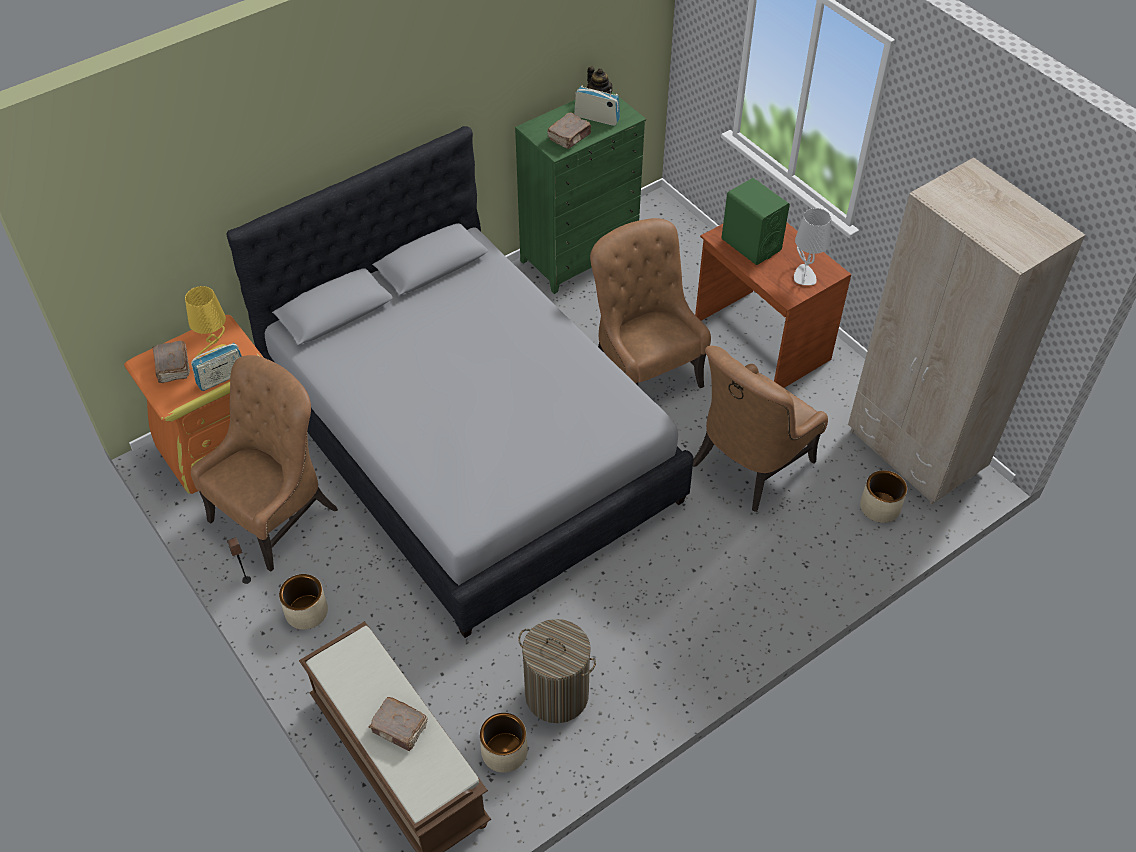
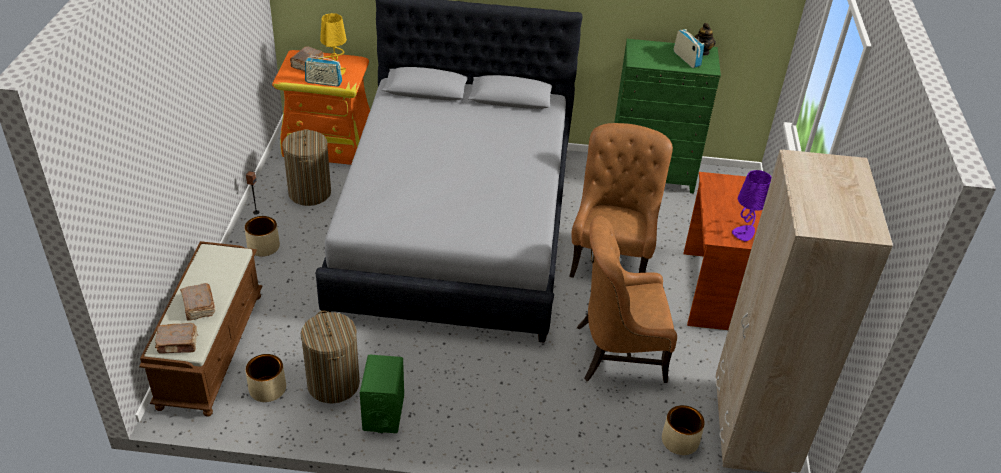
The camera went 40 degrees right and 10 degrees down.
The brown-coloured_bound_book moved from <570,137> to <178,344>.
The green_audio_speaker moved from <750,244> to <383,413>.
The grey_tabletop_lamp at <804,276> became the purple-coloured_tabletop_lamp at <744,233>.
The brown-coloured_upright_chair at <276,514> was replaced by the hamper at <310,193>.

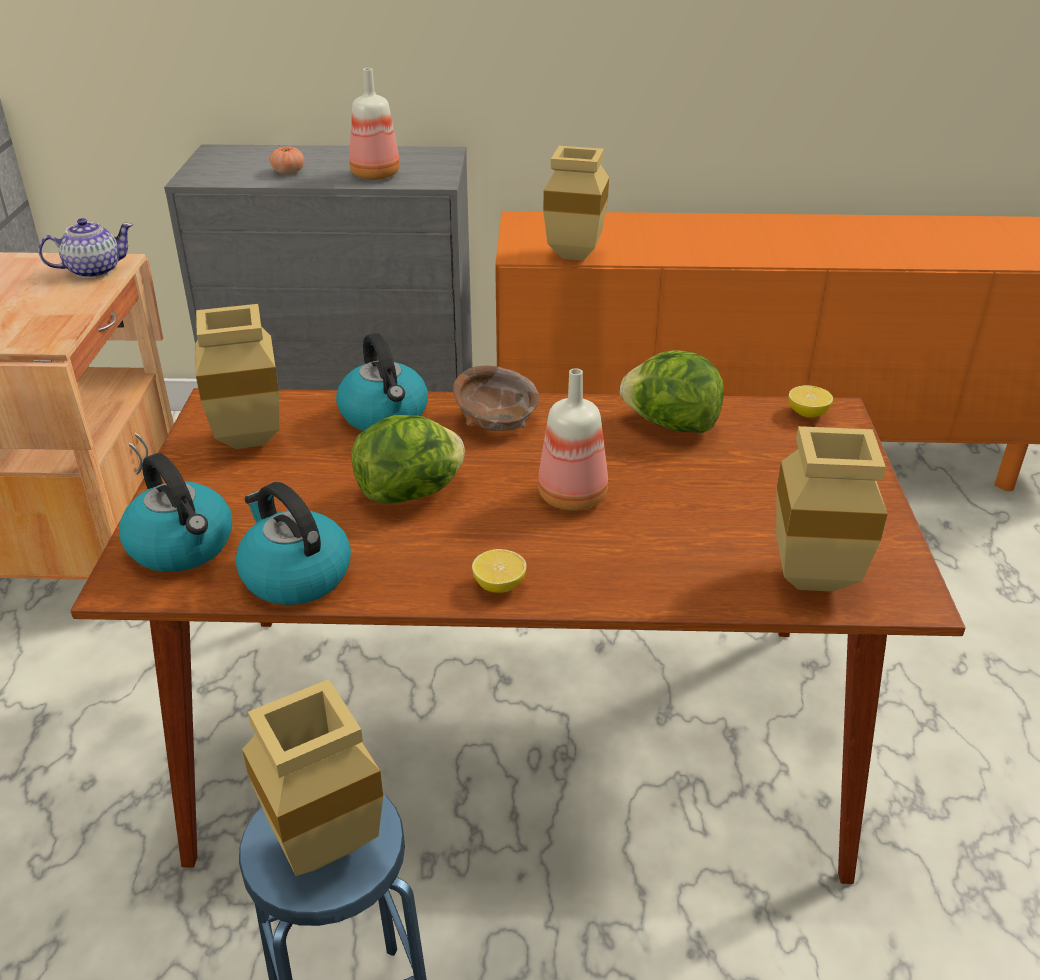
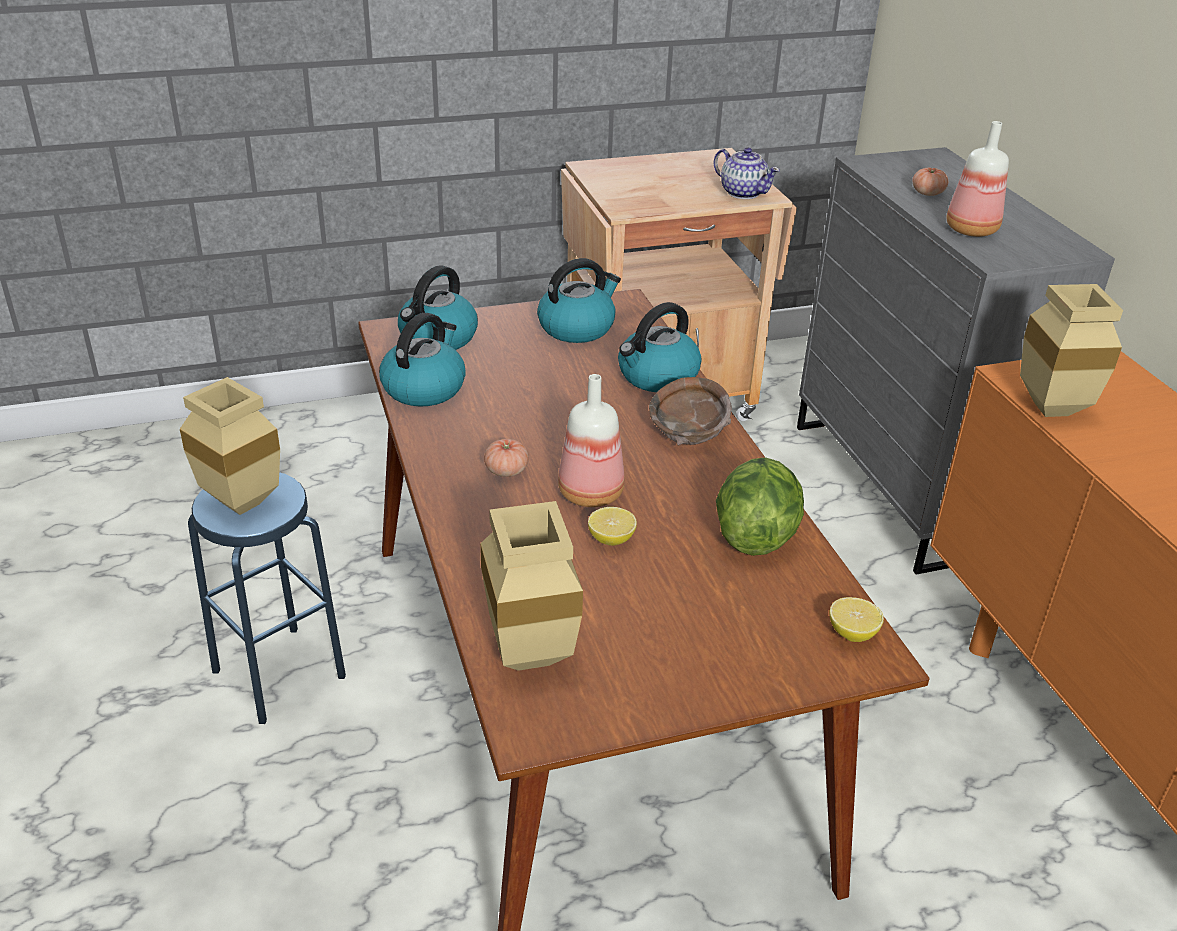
The camera went 70 degrees right and 0 degrees up.
The beige_flower_vase at <245,442> was replaced by the tea_kettle at <577,327>.
The lettuce at <411,493> disappeared.
The lemon moved from <499,586> to <611,539>.
The tomato at <506,470> appeared.

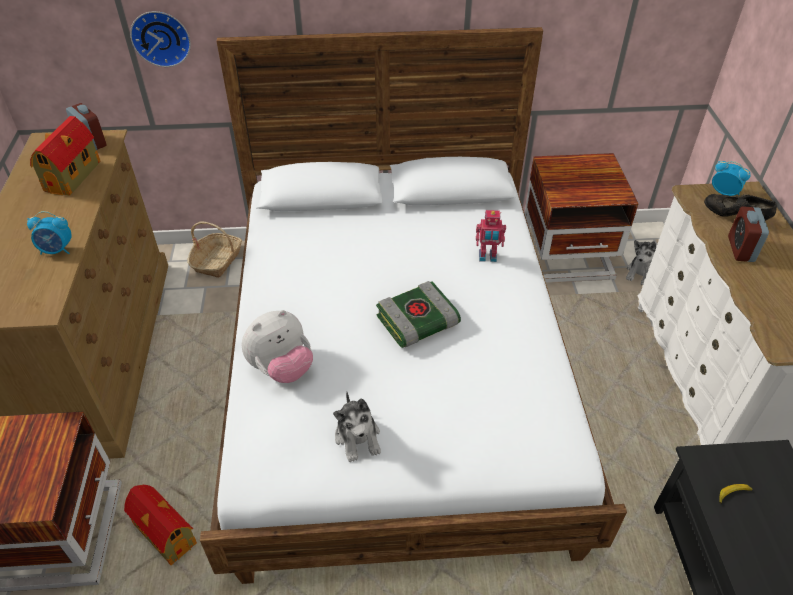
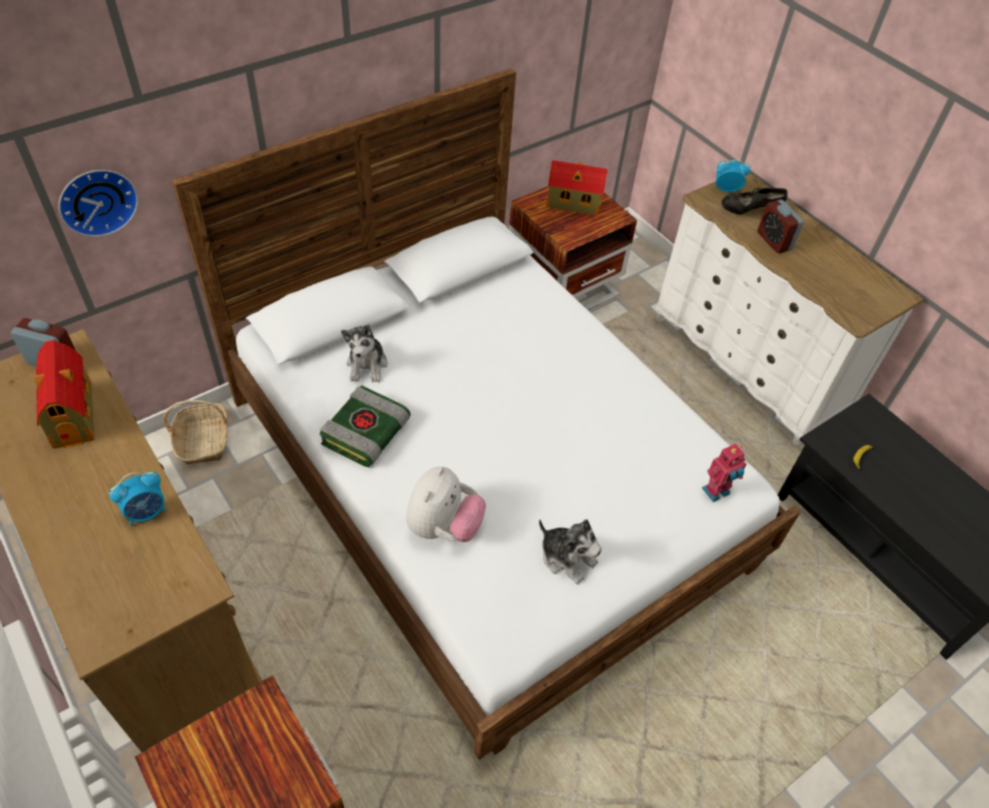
The camera went 35 degrees left and 5 degrees up.
The toy_robot moved from <487,257> to <717,492>.
The cuddly_toy moved from <641,273> to <367,365>.
The bound_book moved from <417,322> to <366,434>.
The miniature_house moved from <164,533> to <572,203>.

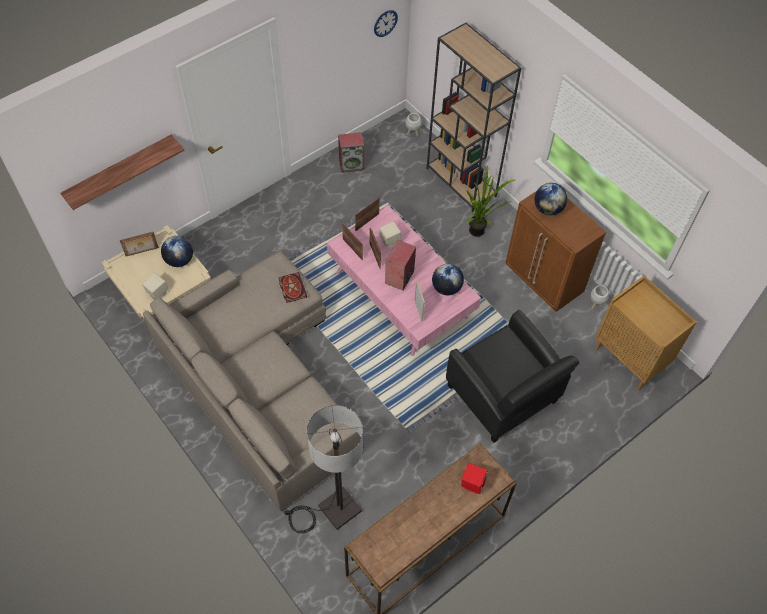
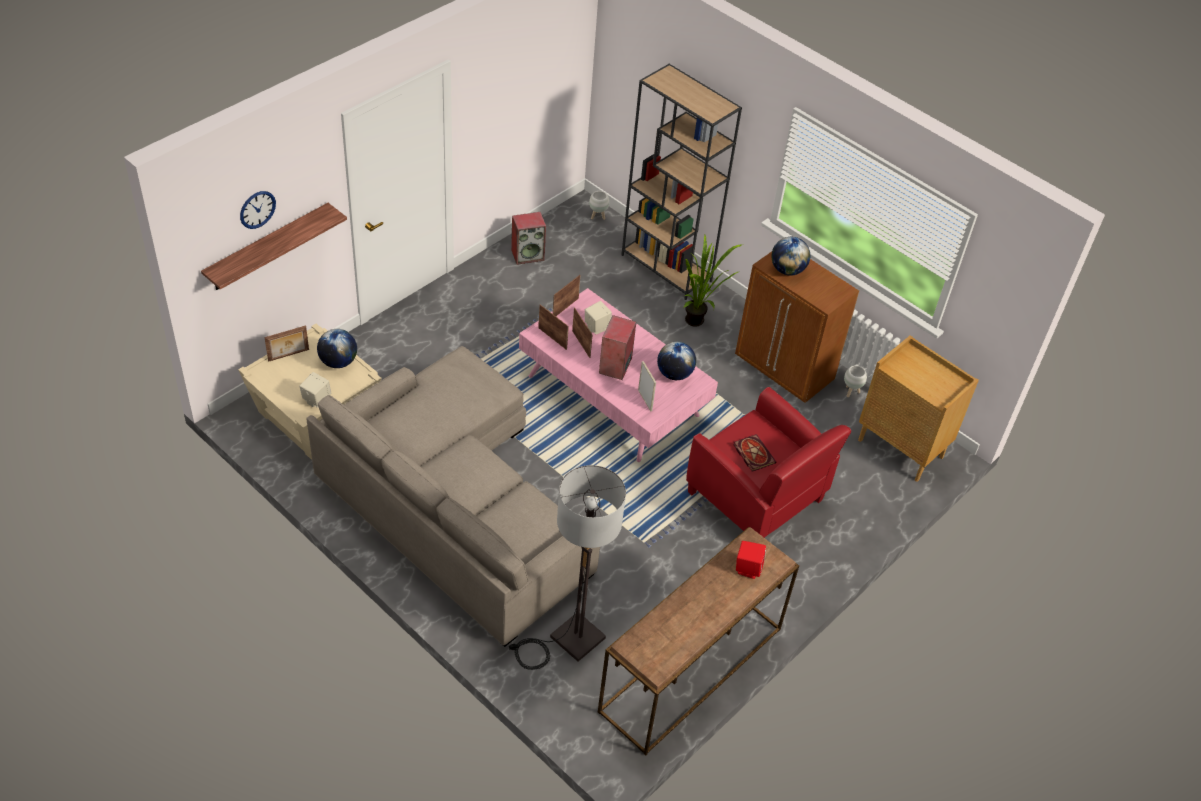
The camera went 10 degrees left and 10 degrees down.
The hanging_clock moved from <385,23> to <257,209>.
The bound_book moved from <291,287> to <752,453>.
The black_easy_chair at <502,395> became the red_easy_chair at <756,497>.

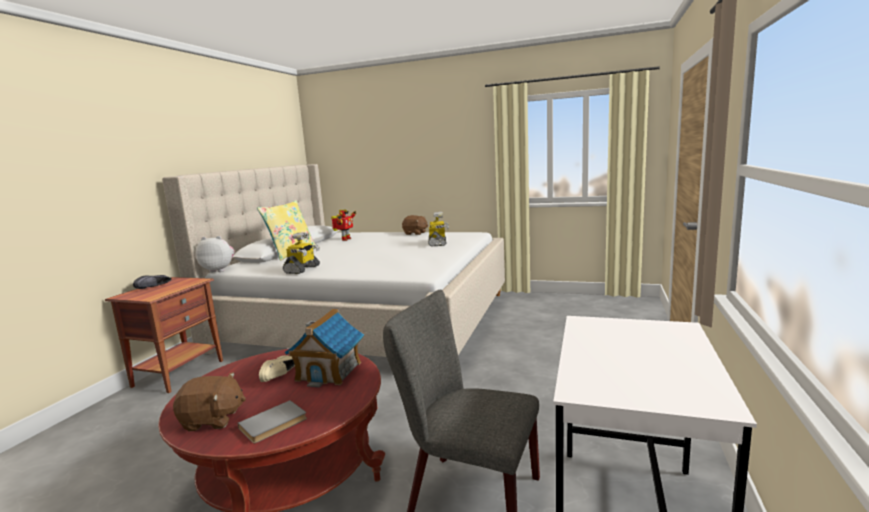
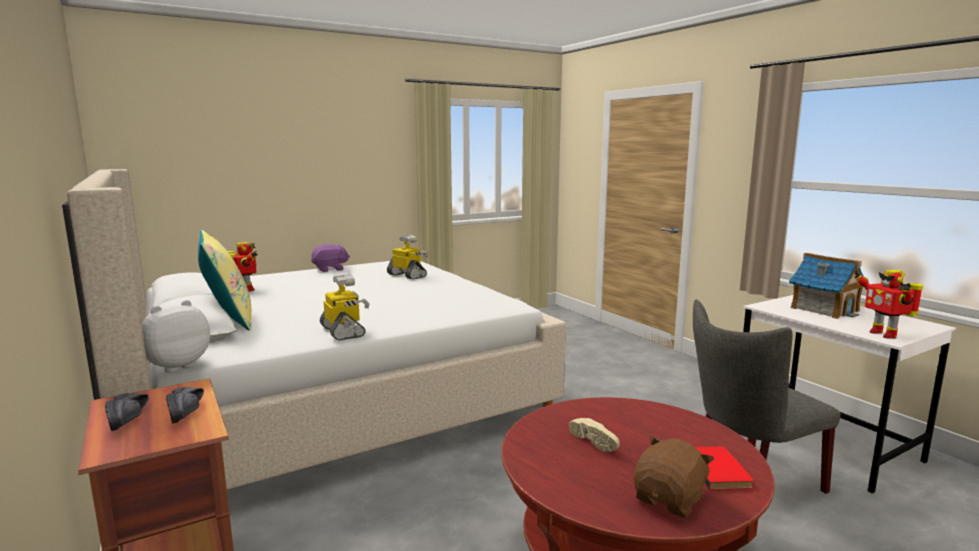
The camera went 50 degrees left and 0 degrees up.
The brown-coloured_cuddly_toy at <415,233> became the purple-coloured_cuddly_toy at <330,269>.
The miniature_house moved from <329,371> to <824,309>.
The grey_bound_book at <274,424> became the red_bound_book at <719,470>.
The toy_robot at <883,334> appeared.
The black_shoe at <188,413> appeared.

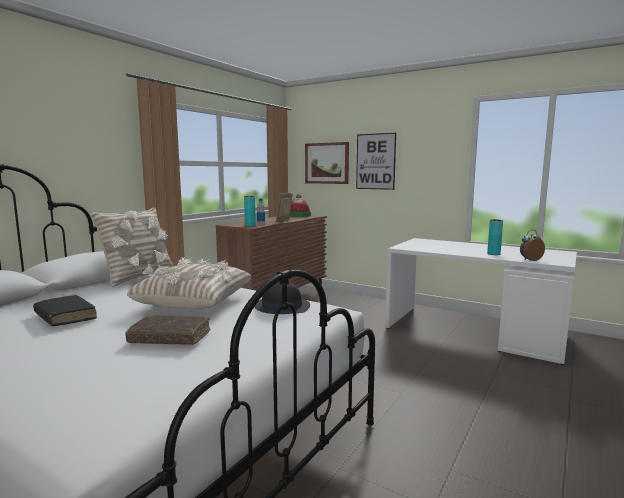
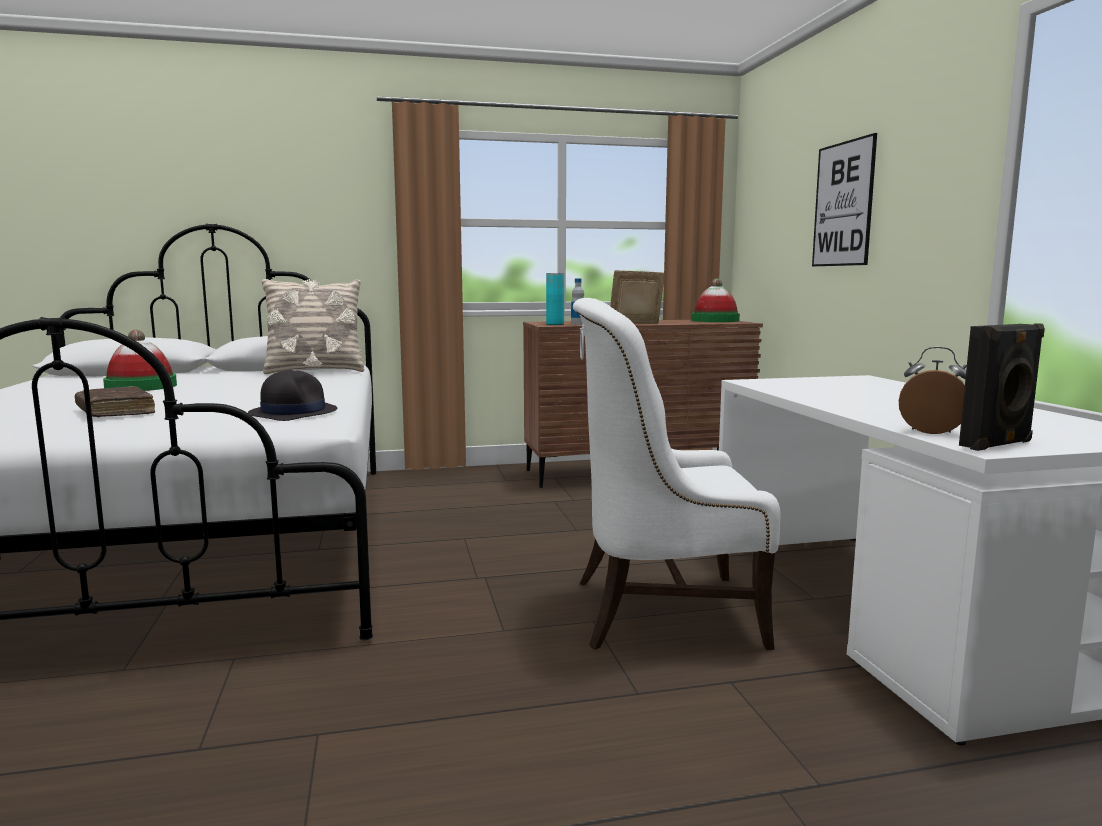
The camera went 45 degrees right and 0 degrees up.
The picture at <327,163> disappeared.
The turquoise-coloured_flower_vase at <493,254> disappeared.
The beige_cushion at <194,303> disappeared.
The black_bound_book at <65,317> was replaced by the wearable_hat at <141,386>.
The whitish_upright_chair at <662,611> appeared.
The black_audio_speaker at <997,444> appeared.

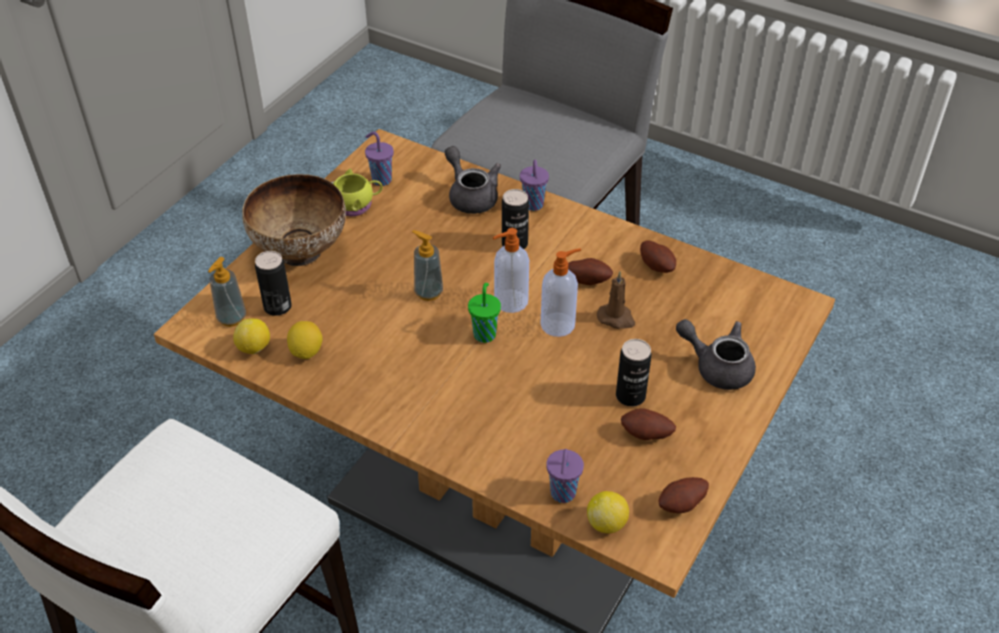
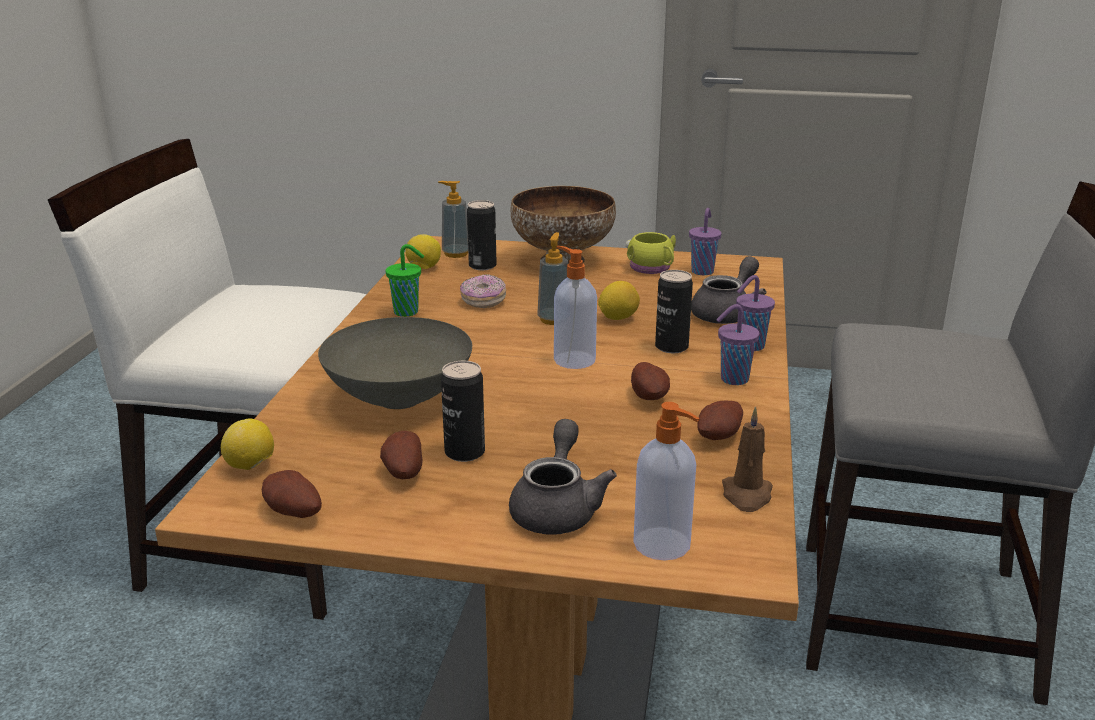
The camera went 70 degrees right and 20 degrees down.
The soap_dispenser moved from <559,324> to <663,545>.
The brown-coloured_wax_light moved from <616,318> to <747,495>.
The green_cup moved from <485,334> to <407,312>.
The lemon moved from <306,351> to <618,318>.
The purple-coloured_cup moved from <562,494> to <732,379>.
The ring_doughnut at <483,301> appeared.
The grey_bowl at <397,399> appeared.

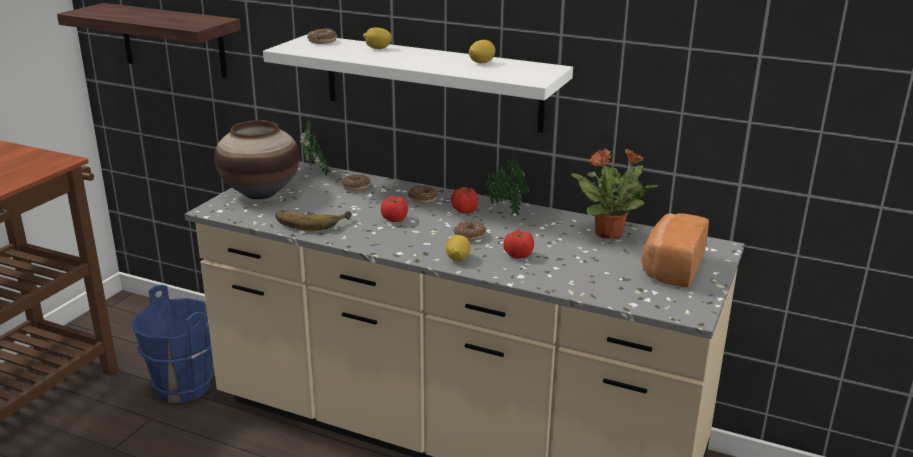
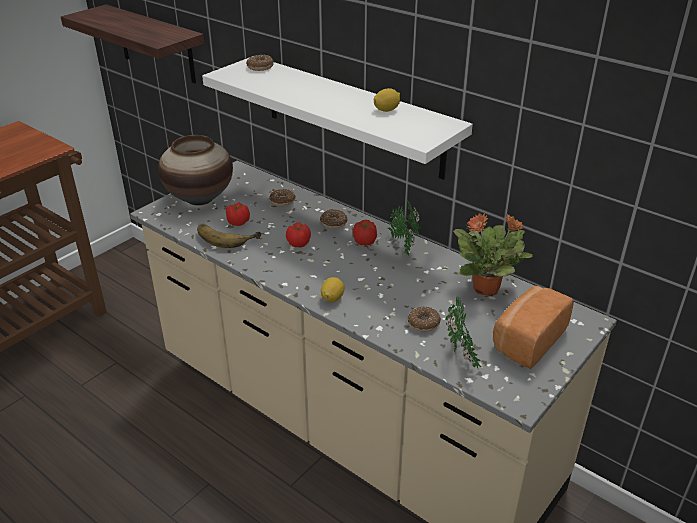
The camera went 15 degrees right and 10 degrees up.
The lemon at <378,48> disappeared.
The houseplant moved from <316,174> to <460,358>.
The ring_doughnut moved from <469,235> to <423,323>.
The tomato moved from <518,255> to <238,222>.
The blue-coloured_bucket at <183,387> disappeared.

